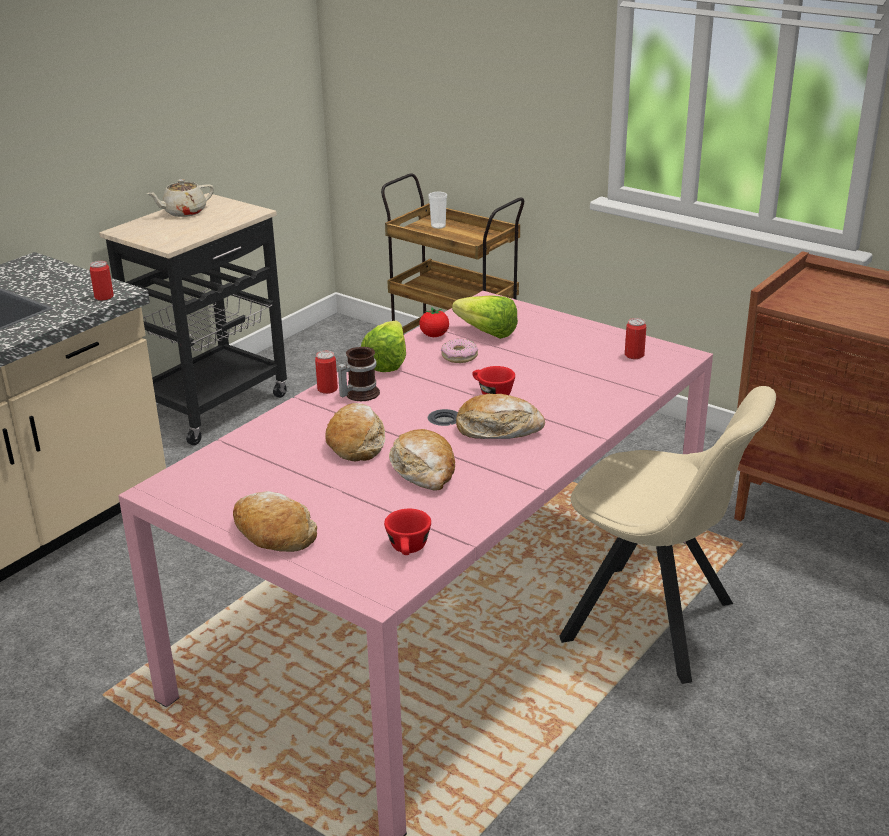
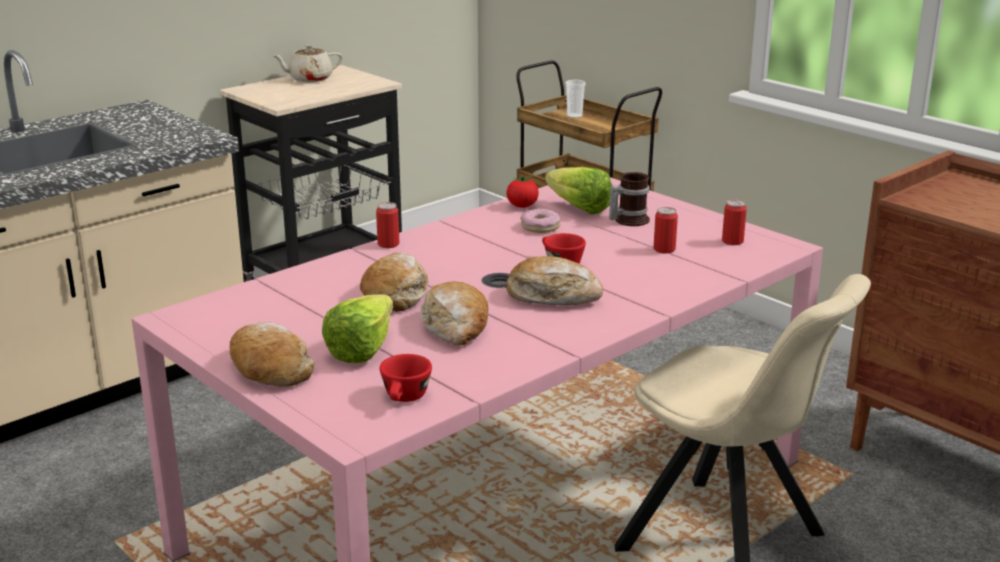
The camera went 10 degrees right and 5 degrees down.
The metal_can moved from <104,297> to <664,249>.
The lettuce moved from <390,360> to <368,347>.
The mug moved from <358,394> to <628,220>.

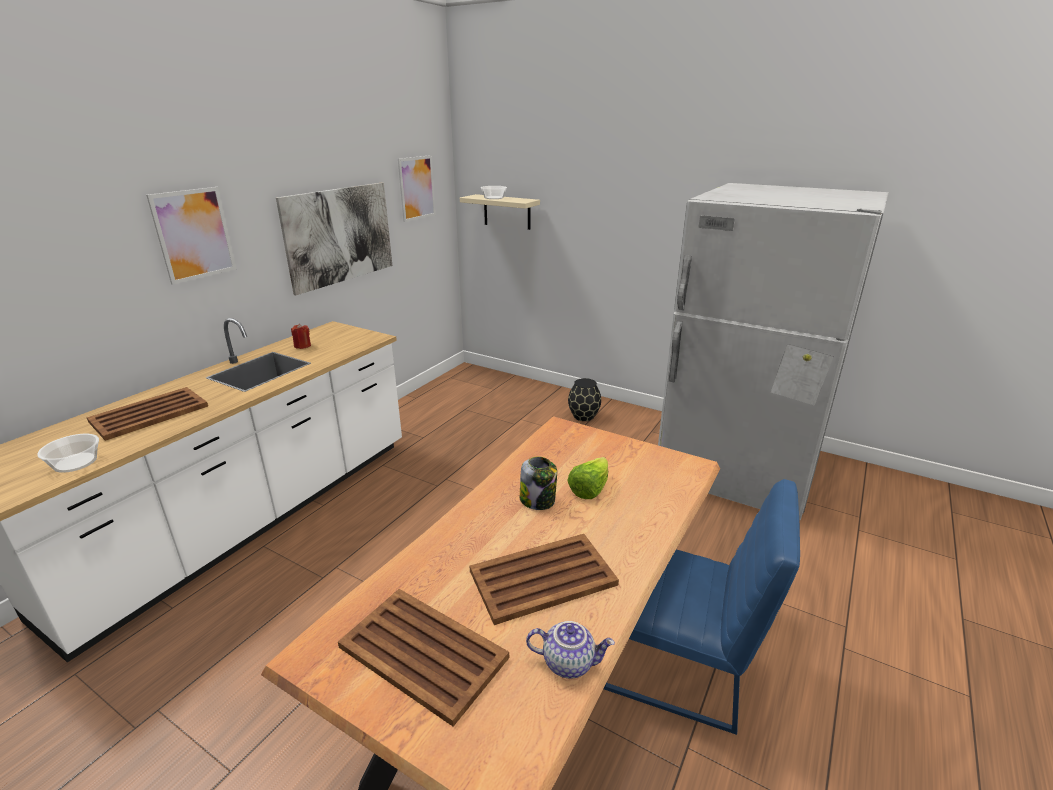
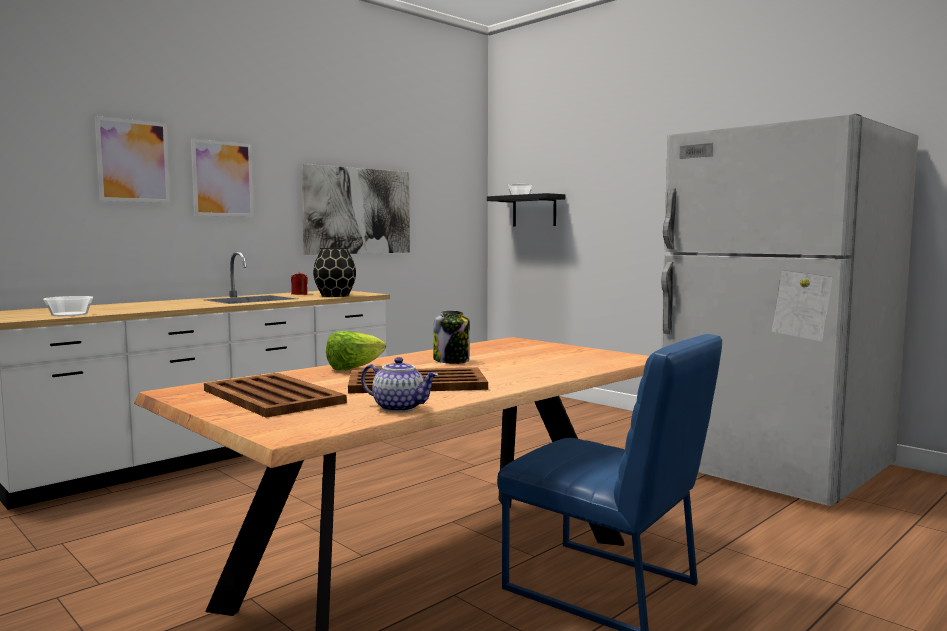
The camera went 15 degrees right and 20 degrees down.
The picture moved from <417,188> to <133,161>.
The beige_bracket_shelf at <507,212> became the black_bracket_shelf at <534,211>.
The black_flower_vase moved from <583,416> to <335,295>.
The brown-coloured_serving_tray at <151,413> disappeared.
The lettuce moved from <589,489> to <354,368>.

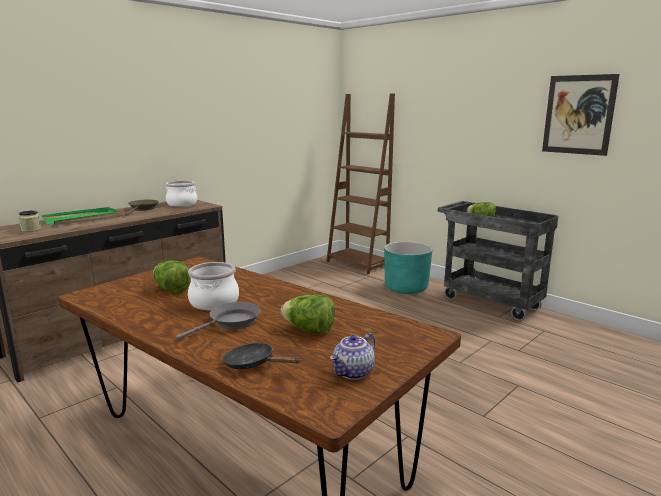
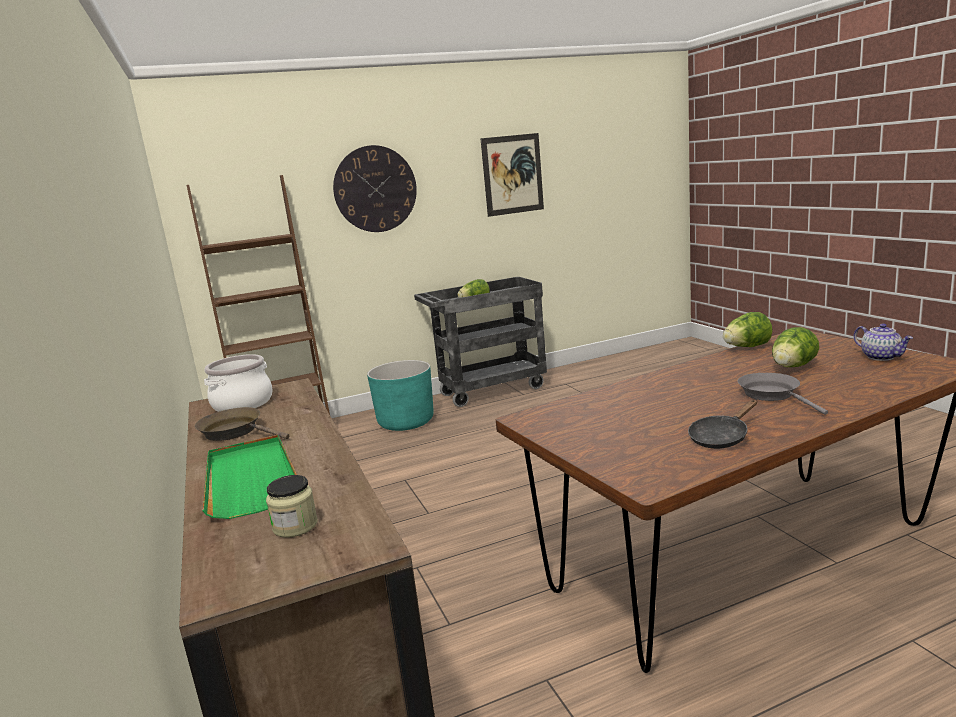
The camera went 65 degrees left and 0 degrees up.
The lettuce moved from <171,290> to <746,347>.
The cooking_pot at <213,302> disappeared.
The black_skillet moved from <253,364> to <721,438>.
The hanging_clock at <375,189> appeared.

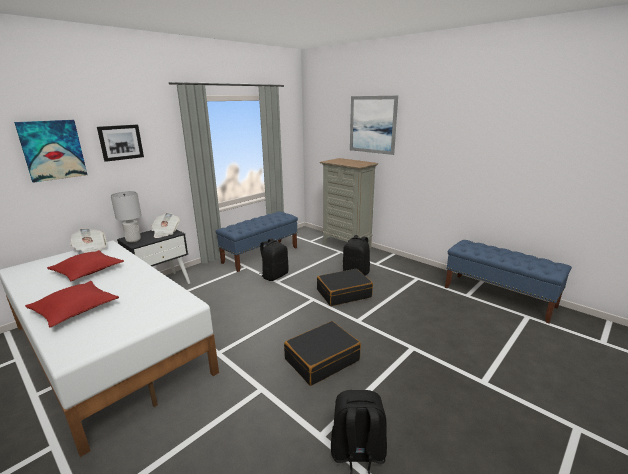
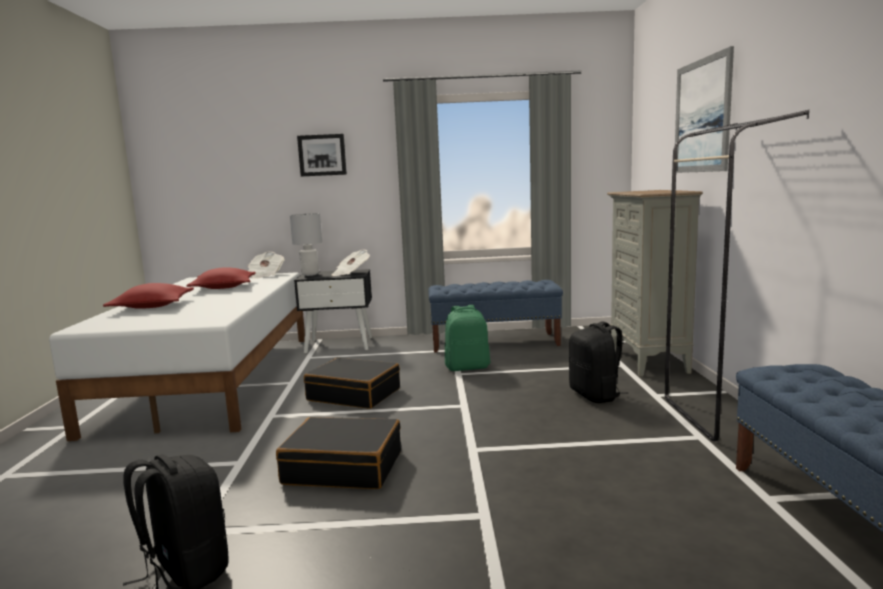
The camera went 45 degrees right and 10 degrees down.
The picture at <52,150> disappeared.
The black_backpack at <274,275> became the green_backpack at <467,367>.
The black_piece_of_luggage moved from <343,293> to <354,394>.
The black_clothes_rack at <718,417> appeared.

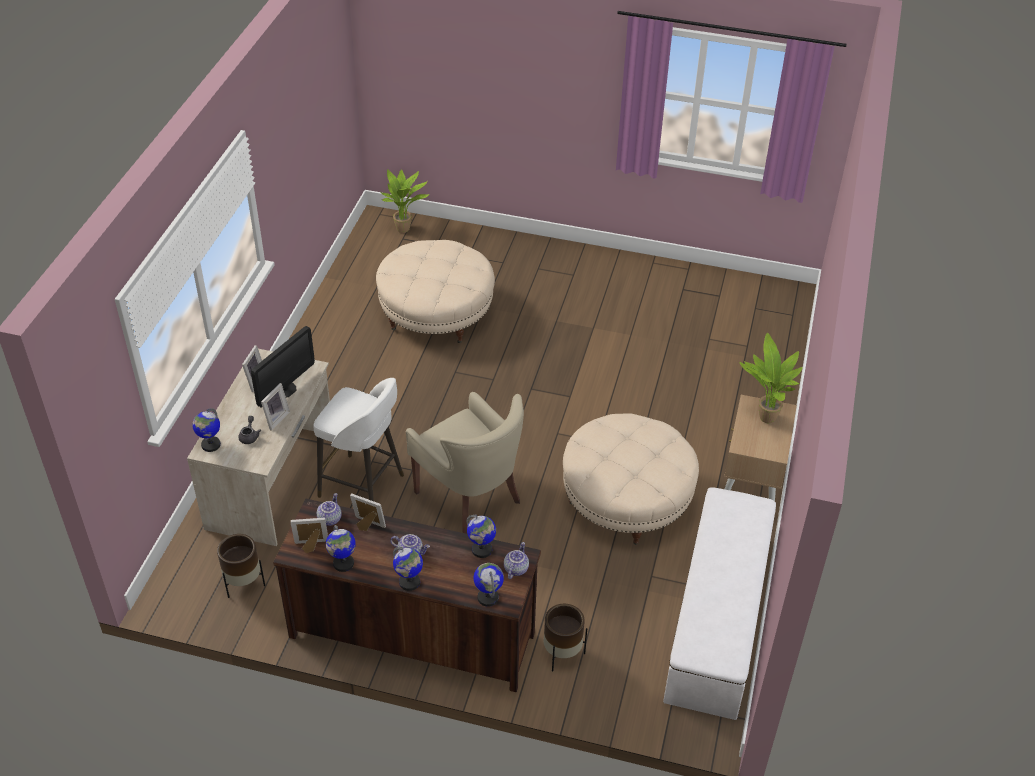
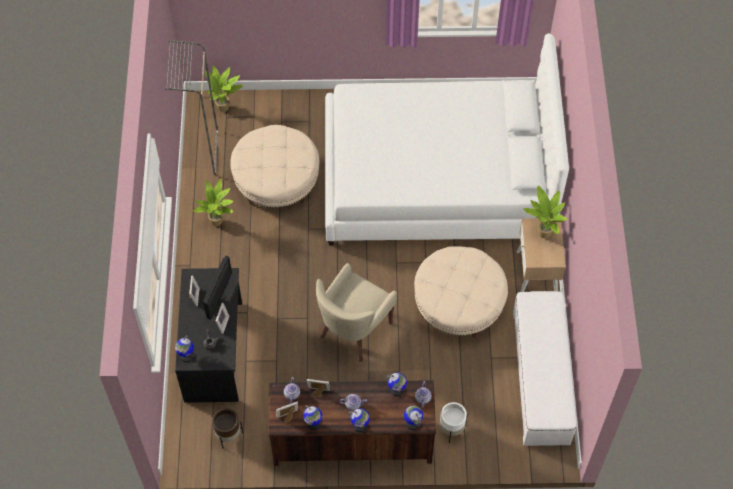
The camera went 15 degrees left and 15 degrees up.
The beige_desk_table at <272,480> became the black_desk_table at <215,351>.
The whitish_sitting_stool at <363,487> disappeared.
The beige_easy_chair at <469,498> turned 90 degrees clockwise.
The brown-coloured_plant_pot at <562,653> became the whitish_plant_pot at <451,429>.
The whitish_bed at <437,179> appeared.
The grey_clothes_rack at <201,152> appeared.
The houseplant at <218,222> appeared.

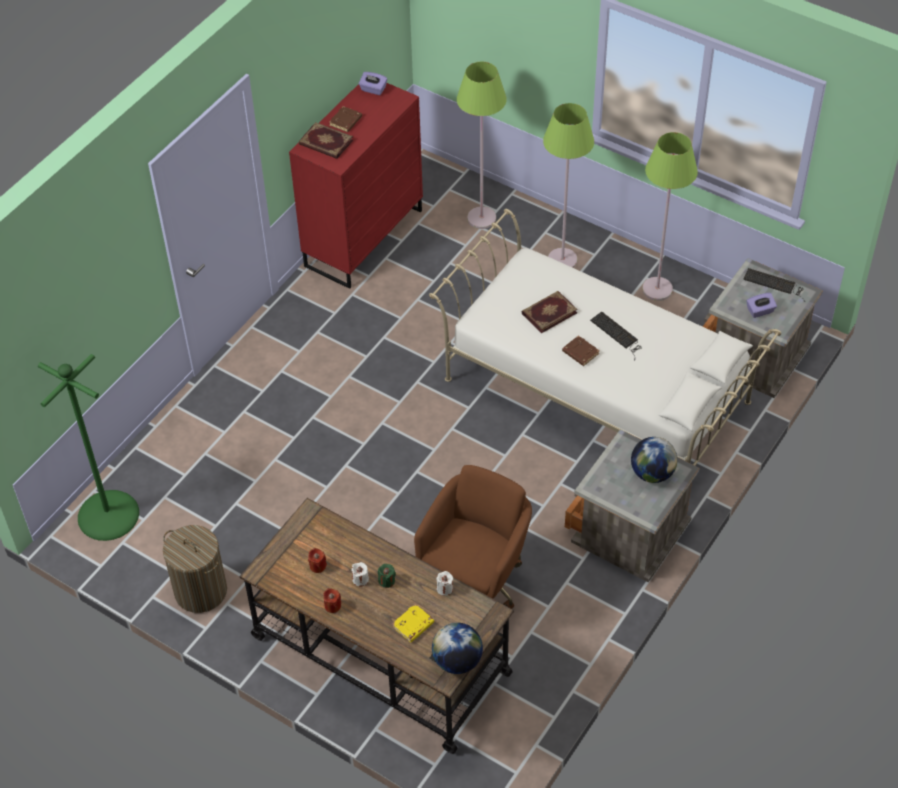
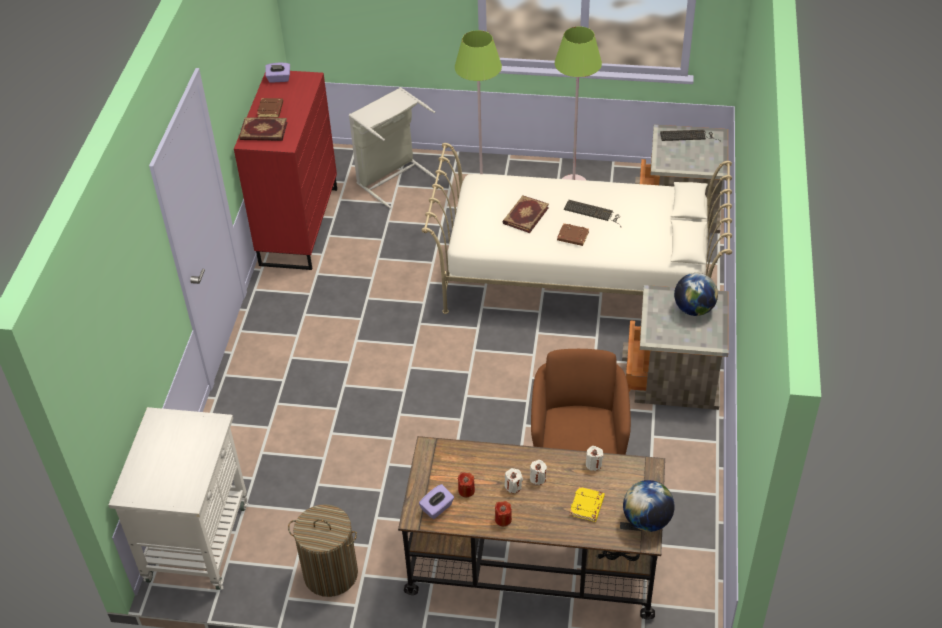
The camera went 25 degrees left and 5 degrees down.
The green_floor_lamp at <481,218> was replaced by the grey_hamper at <392,178>.
The purple-coloured_box_of_tissues moved from <760,311> to <437,508>.
The green_clothes_rack at <108,515> was replaced by the whitish_wheeled_cart at <198,542>.
The green_wax_light at <387,581> became the whitish_wax_light at <538,478>.

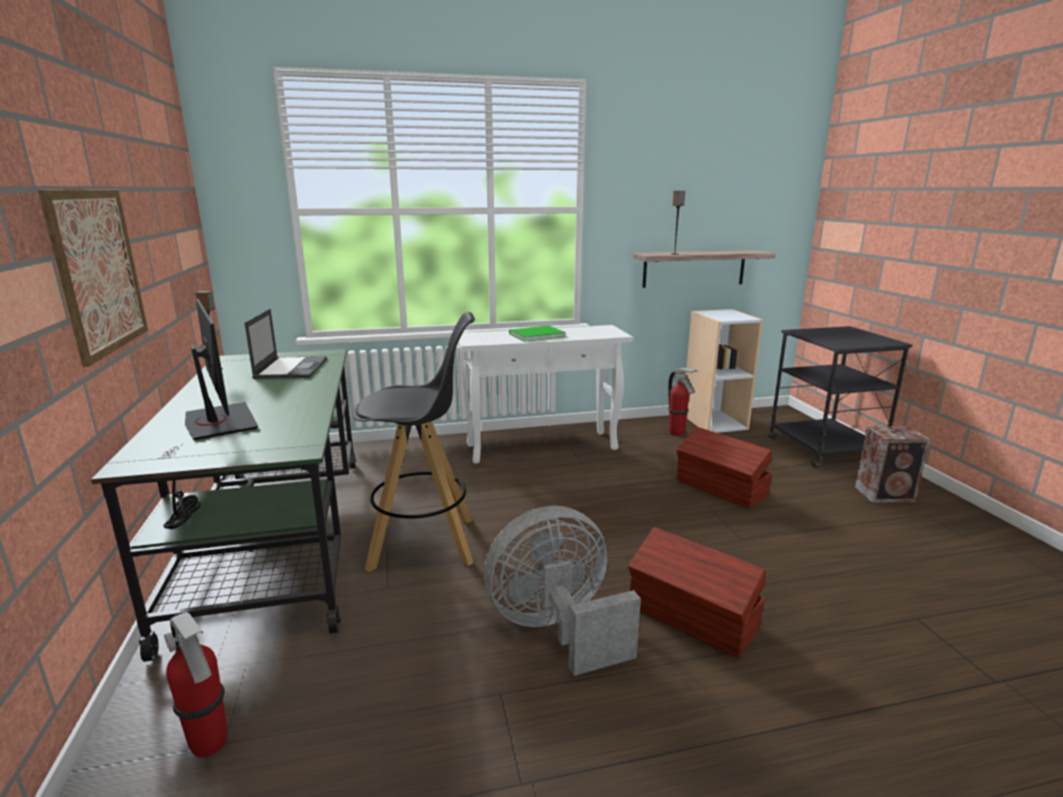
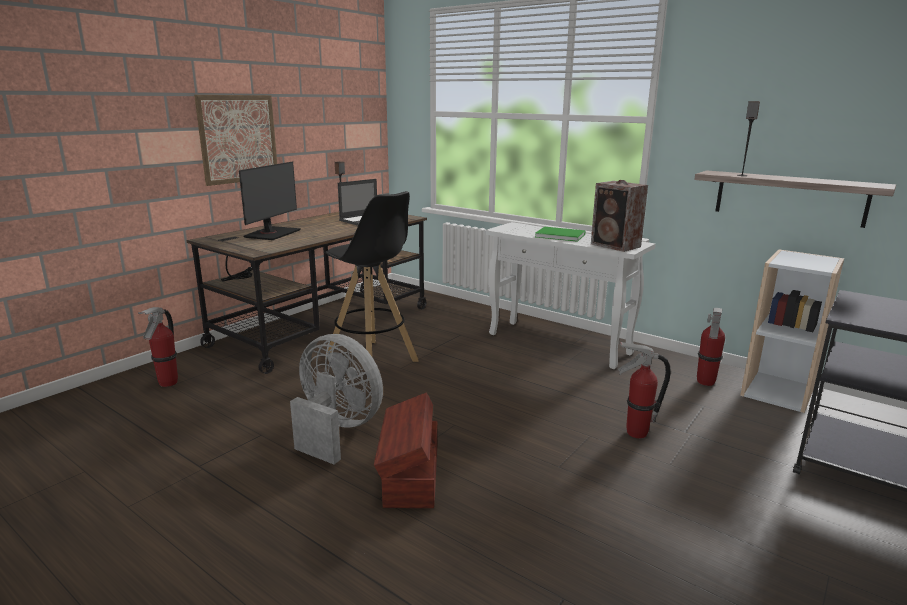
The camera went 50 degrees right and 0 degrees up.
The green_desk_table at <277,539> became the brown-coloured_desk_table at <323,326>.
The audio_speaker moved from <886,494> to <616,246>.
The brown-coloured_storage_bin at <721,488> was replaced by the fire-fighting_cylinder at <635,433>.

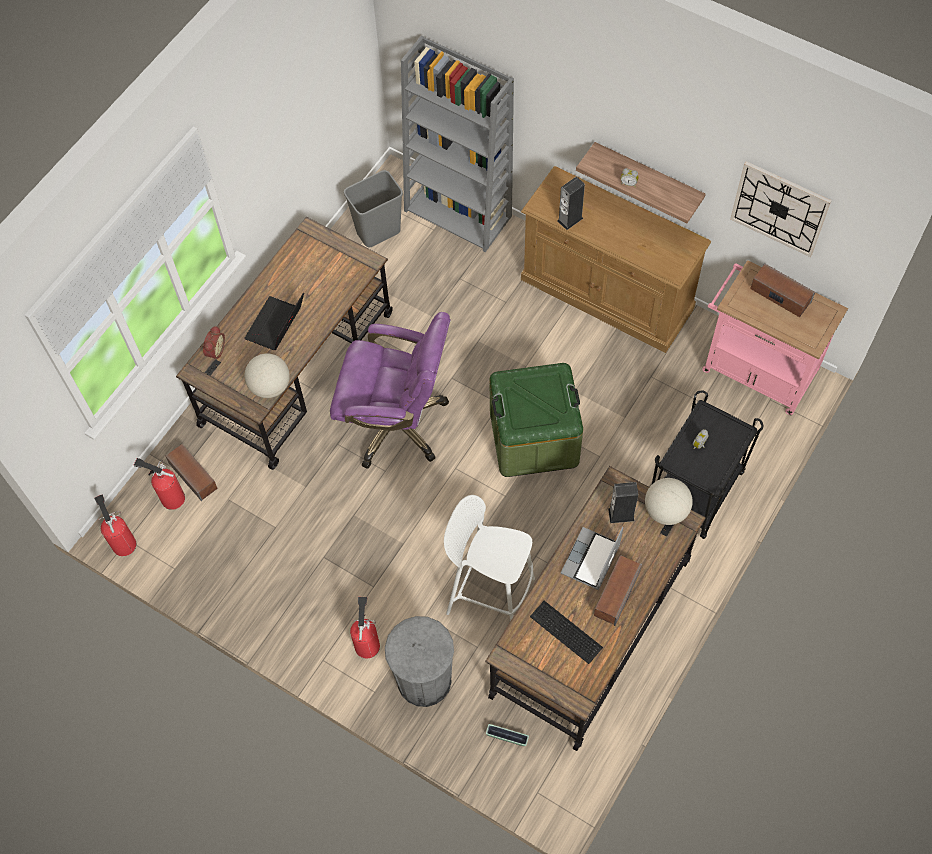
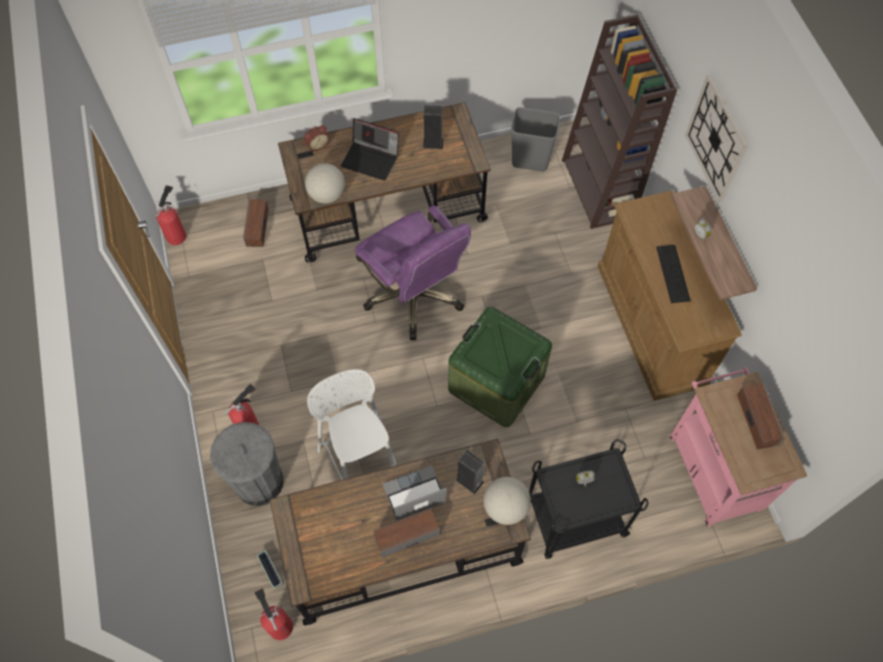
The camera went 40 degrees right and 0 degrees up.
The grey_bookshelf at <459,213> became the brown-coloured_bookshelf at <598,189>.
The hanging_clock moved from <779,208> to <716,139>.
The audio_speaker moved from <570,219> to <433,143>.
The laptop at <276,326> turned 135 degrees counterclockwise.
The fire-fighting_cylinder moved from <170,497> to <279,624>.
The PC_keyboard moved from <566,633> to <672,274>.

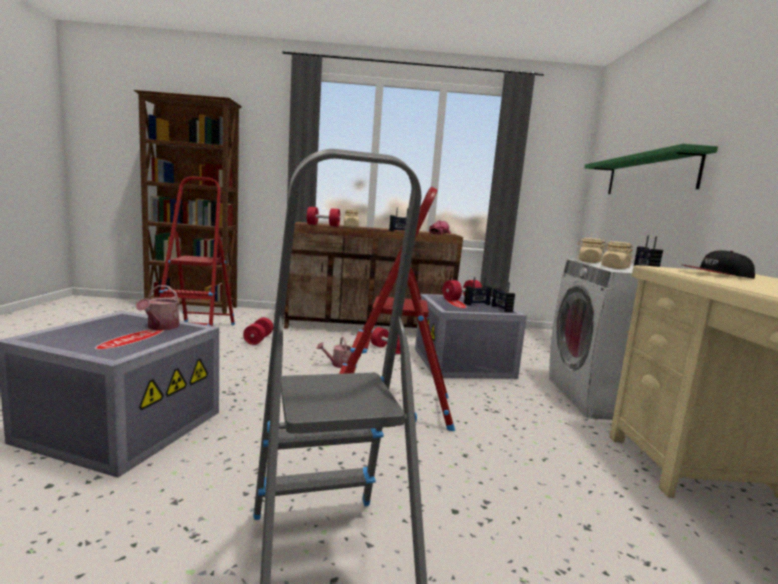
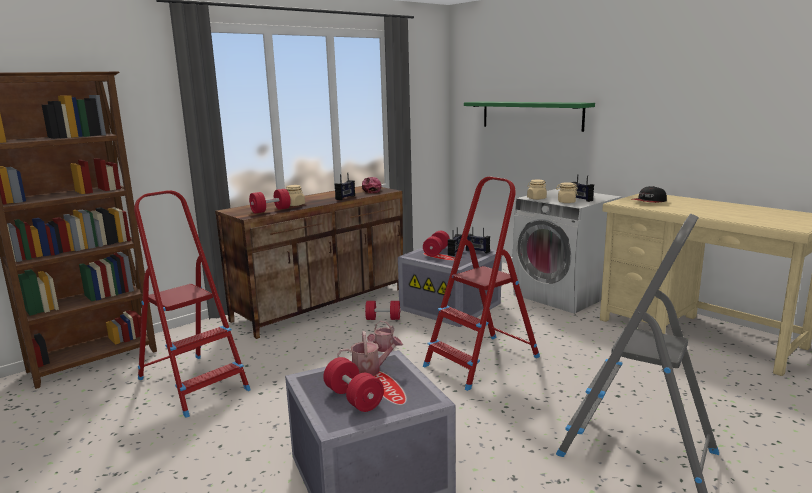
The camera went 40 degrees left and 5 degrees up.
The watering_pot at <161,327> turned 60 degrees counterclockwise.
The red_dumbbell moved from <258,339> to <353,398>.

